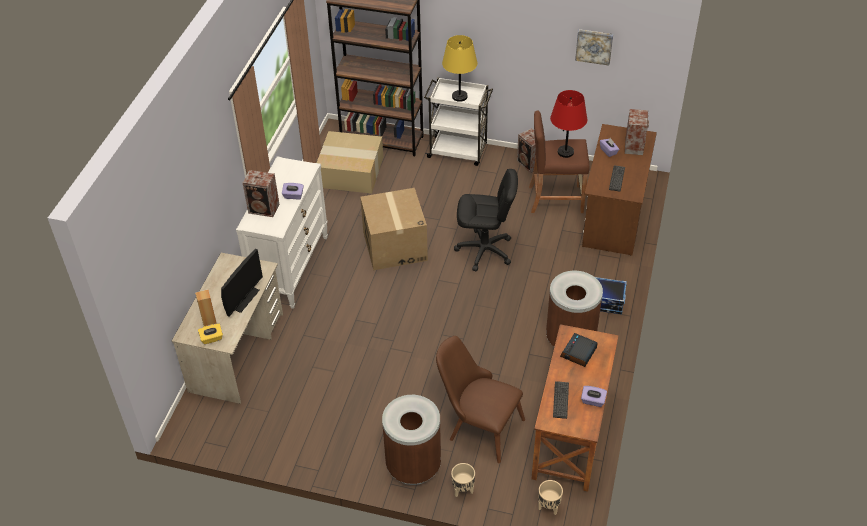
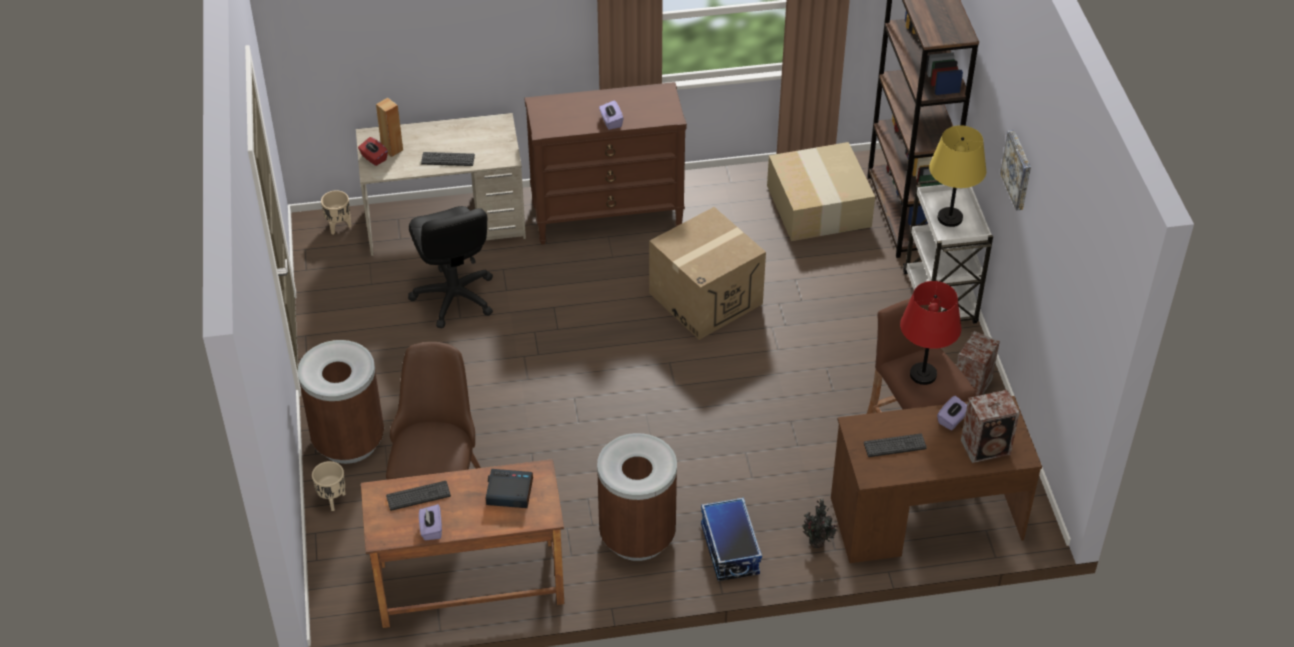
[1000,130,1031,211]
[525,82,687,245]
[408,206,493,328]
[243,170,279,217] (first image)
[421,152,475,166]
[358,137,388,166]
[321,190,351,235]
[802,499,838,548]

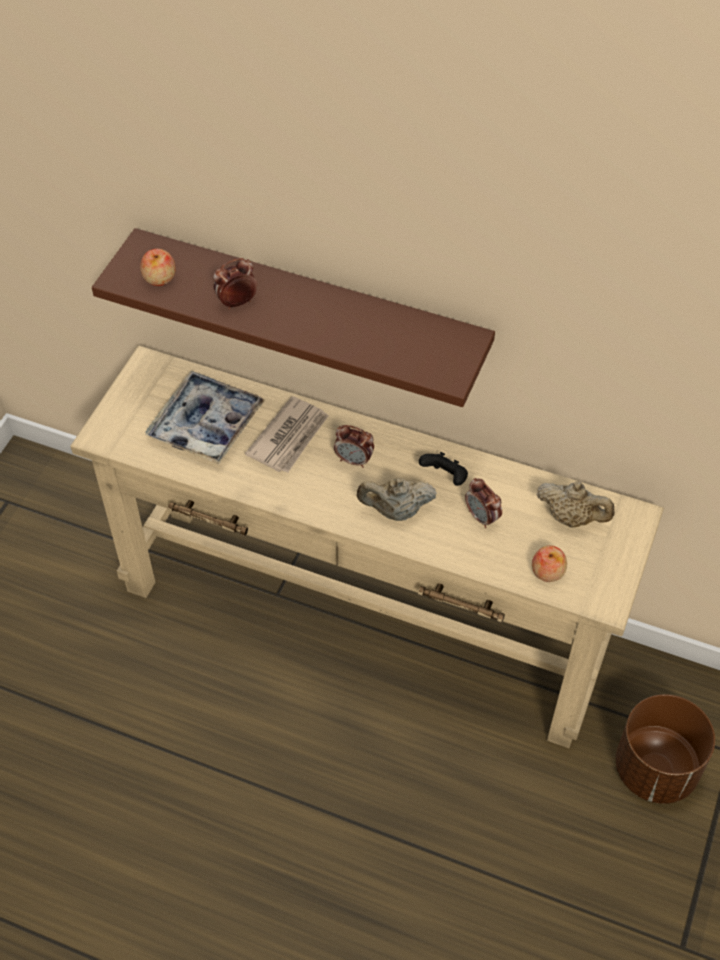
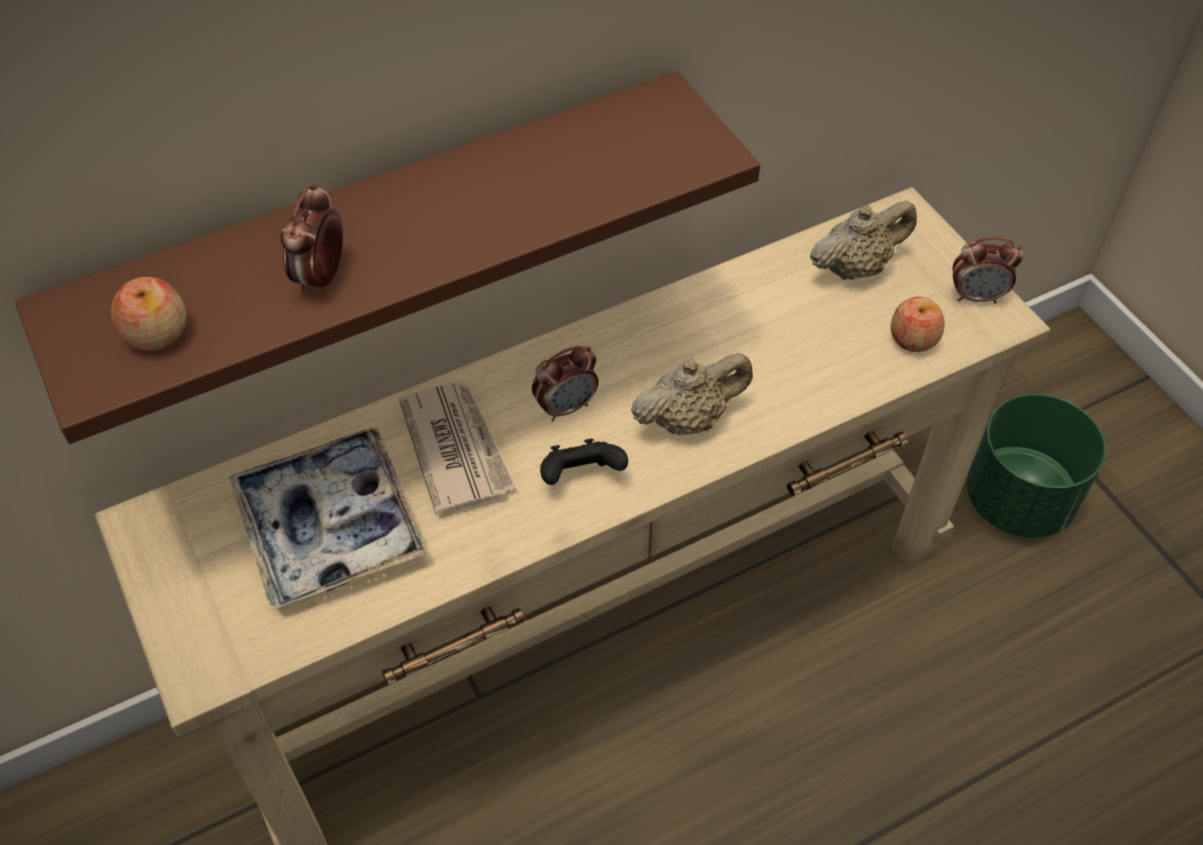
[540,439,628,485]
[631,353,753,435]
[953,237,1023,303]
[967,394,1106,538]

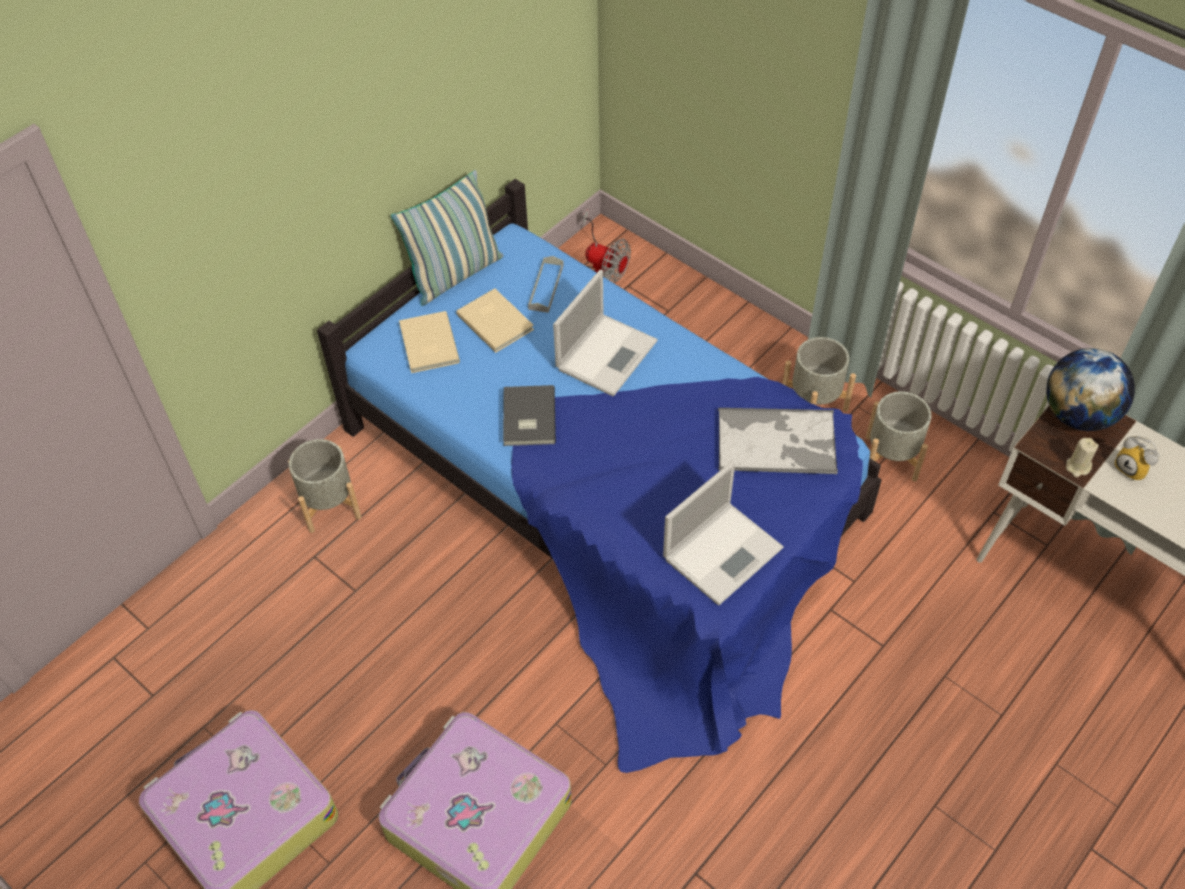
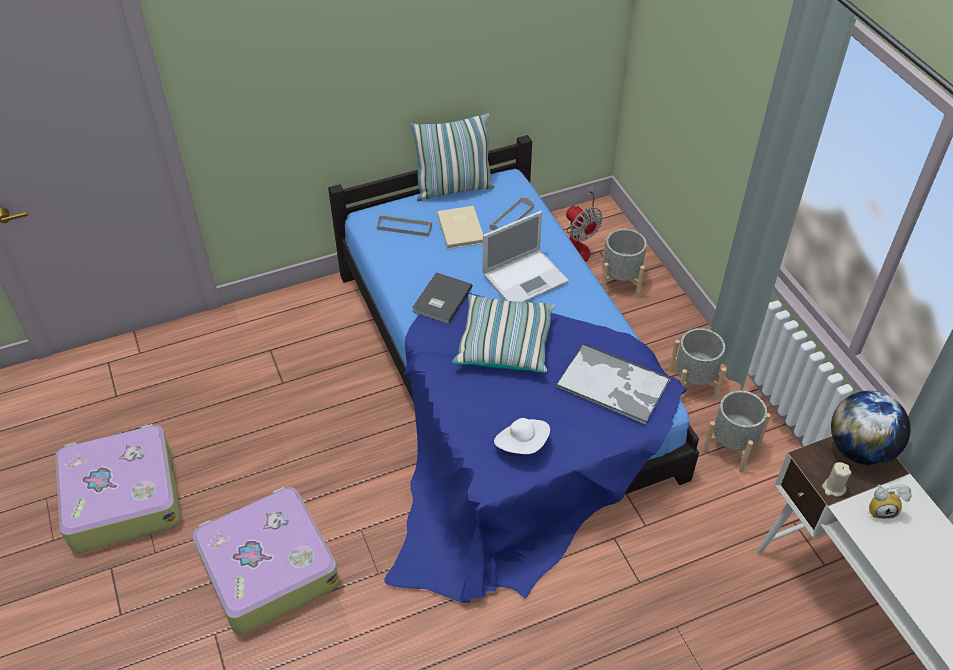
[377,215,432,237]
[869,485,912,519]
[601,229,647,298]
[494,418,550,454]
[452,294,555,373]

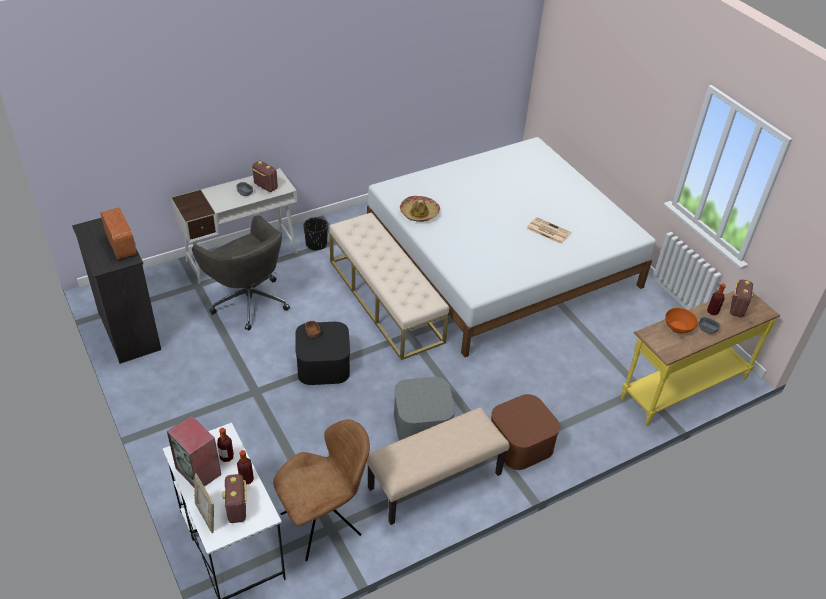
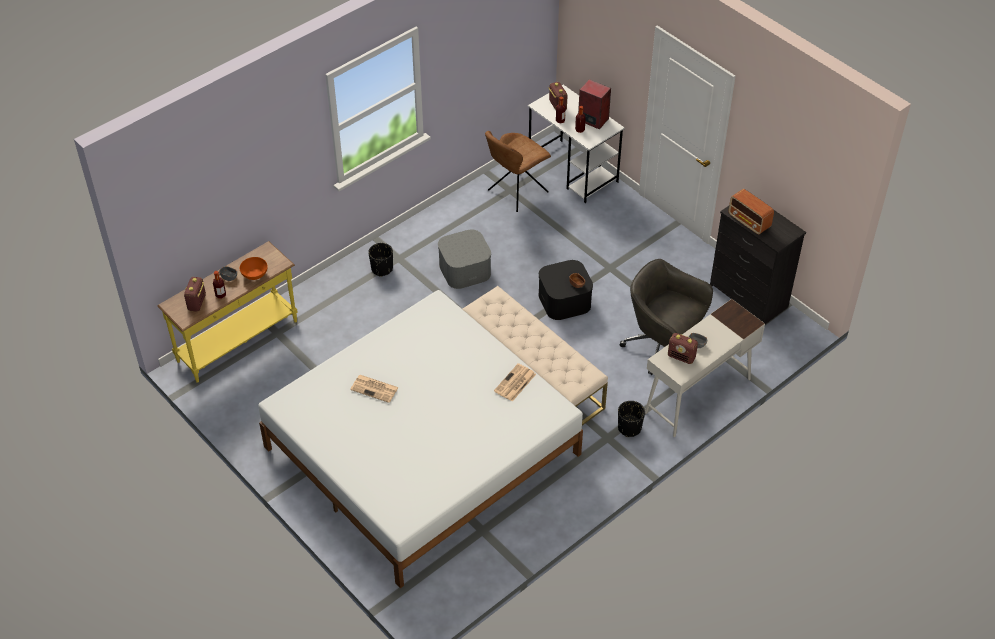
[494,363,536,402]
[368,243,393,277]
[366,407,509,525] (first image)
[194,473,214,533] (first image)

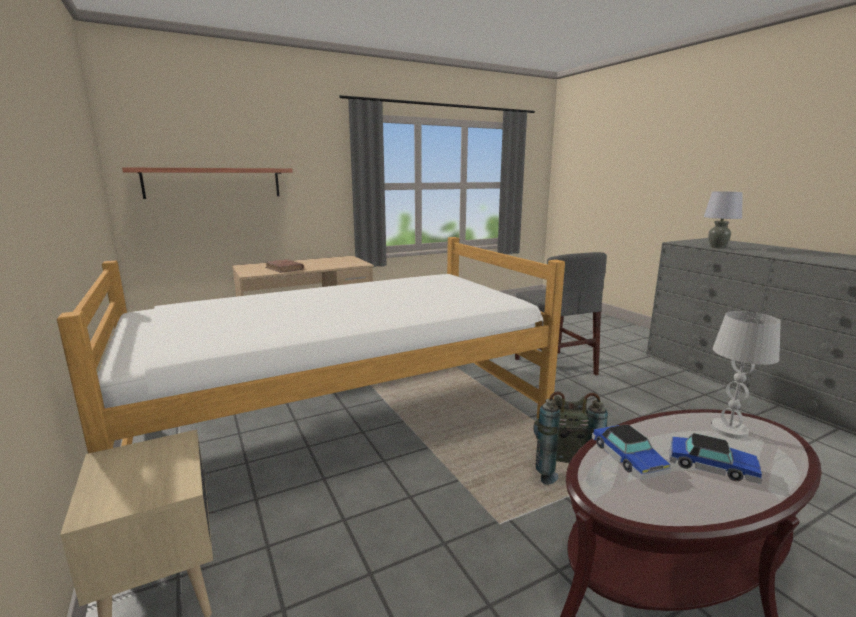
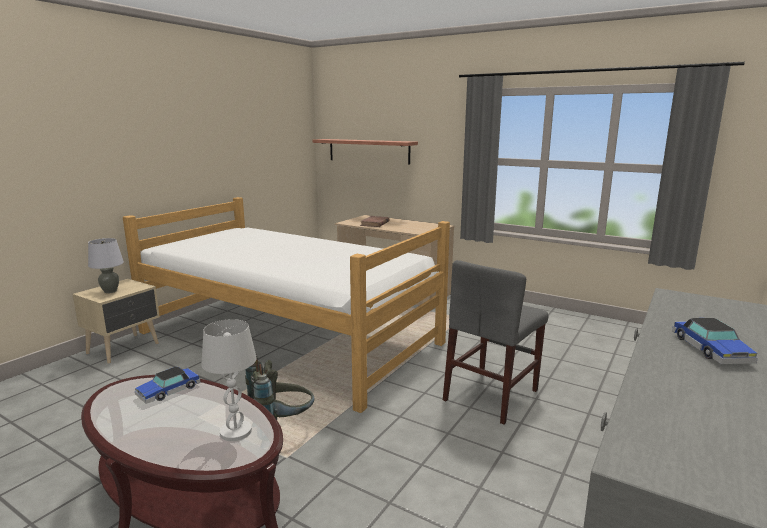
[88,238,124,293]
[672,318,758,364]

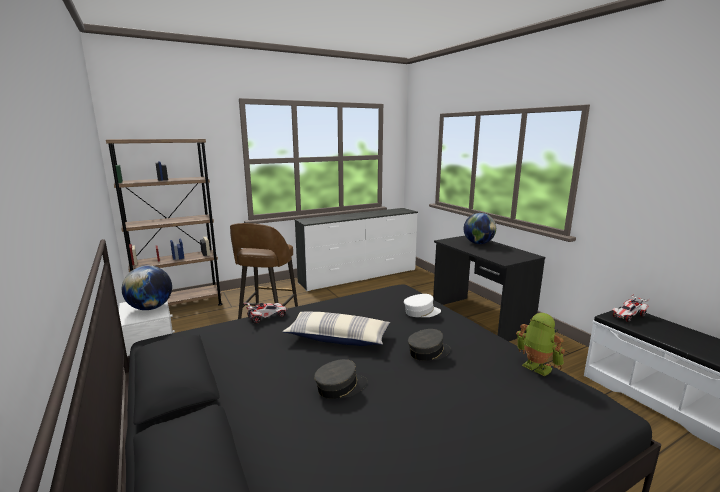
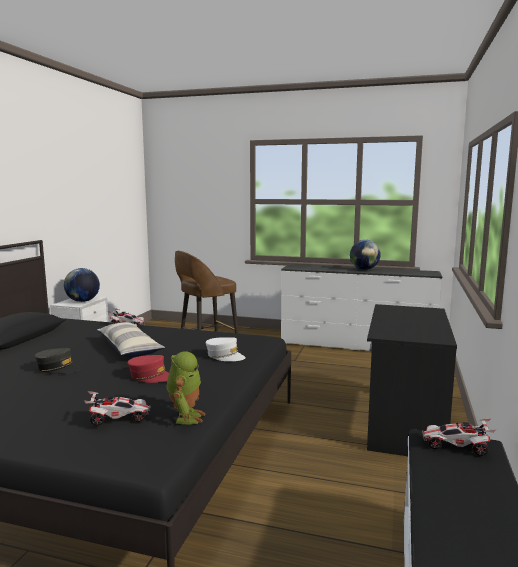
[106,139,222,306] (first image)
[350,240,381,270]
[128,355,169,383]
[84,391,151,426]

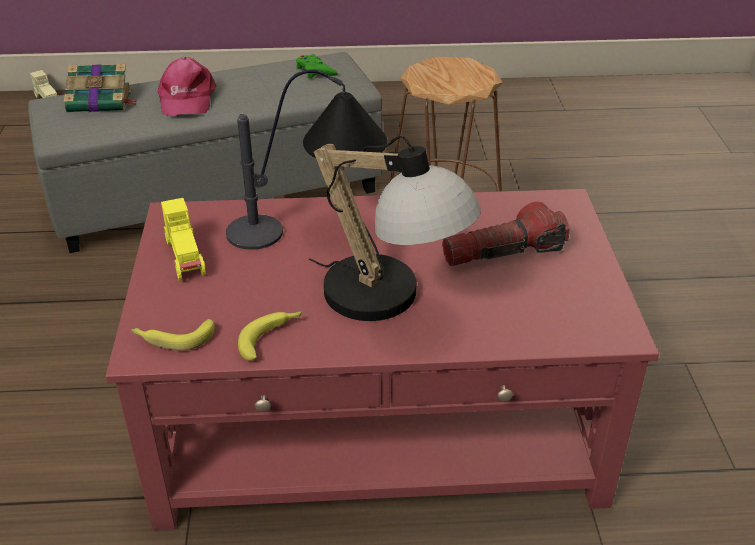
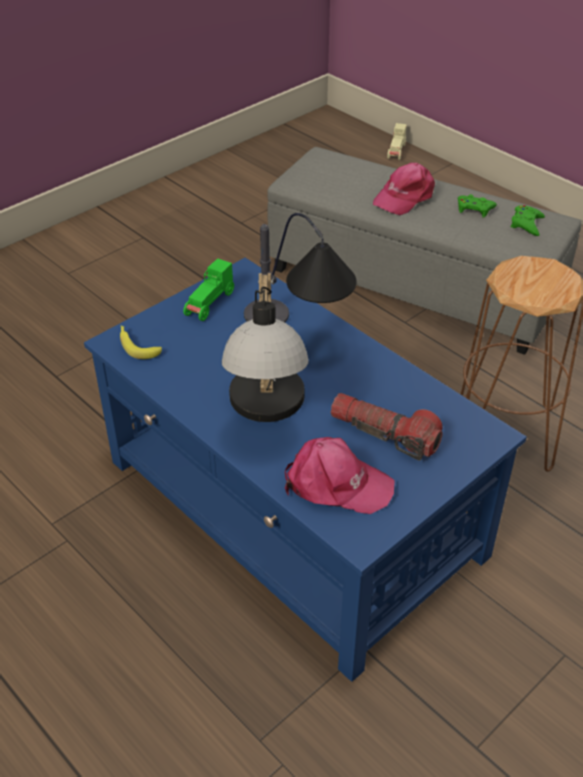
[64,64,136,112] (first image)
[84,258,527,682]
[183,258,234,321]
[238,311,302,361] (first image)
[458,194,497,218]
[285,437,395,514]

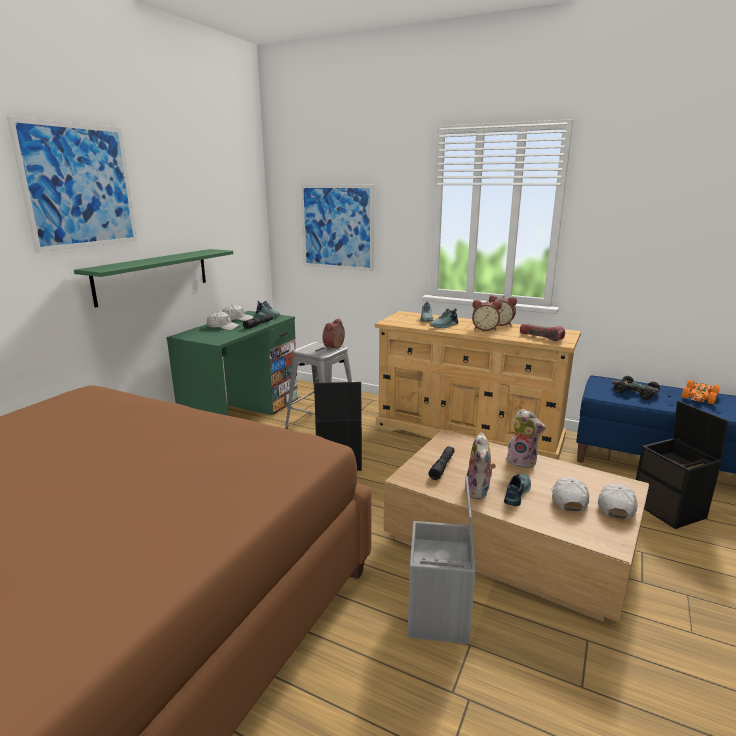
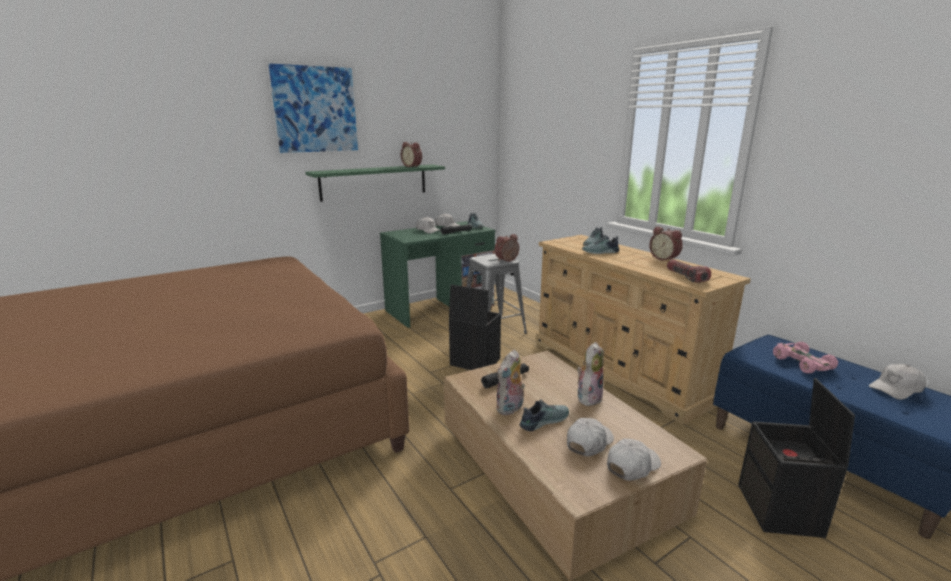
[300,185,374,271] (first image)
[401,142,422,167]
[773,342,838,374]
[869,364,927,400]
[577,342,604,406]
[407,476,476,644] (first image)

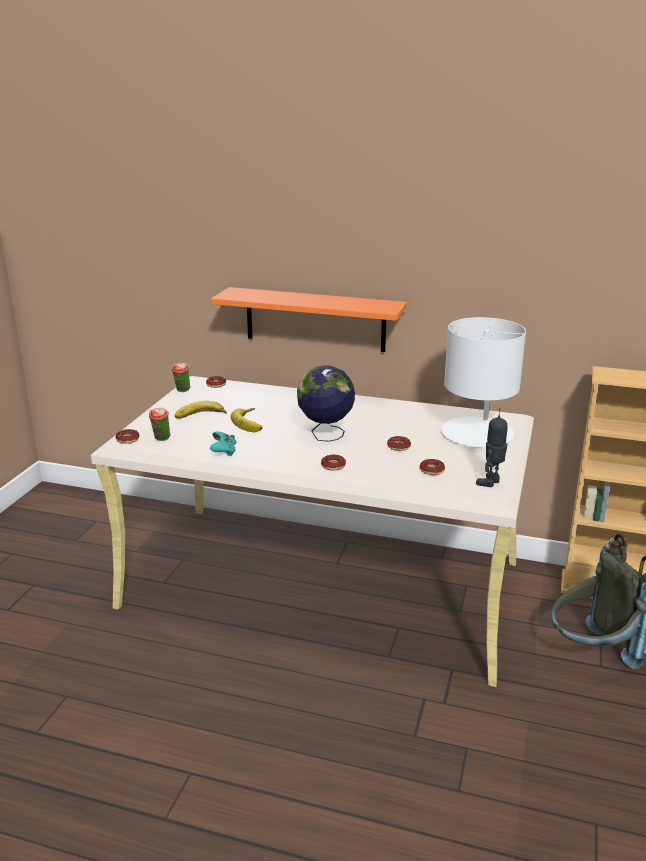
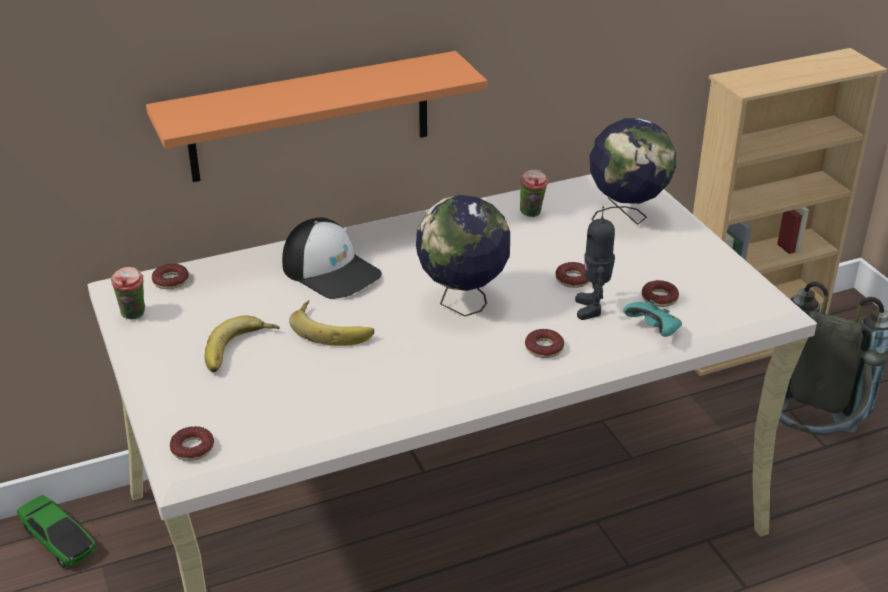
[589,118,676,224]
[520,170,548,217]
[575,206,615,320]
[623,300,682,337]
[282,217,382,299]
[17,495,96,568]

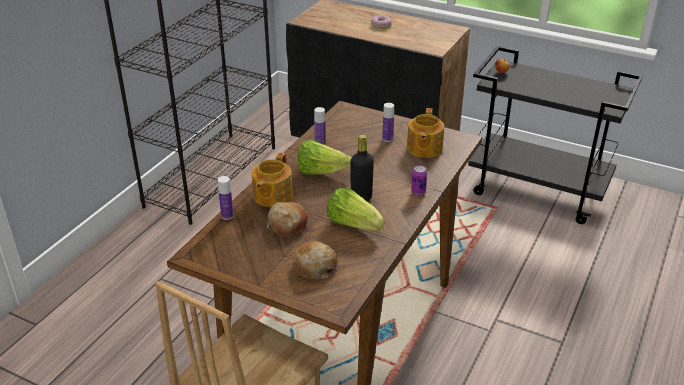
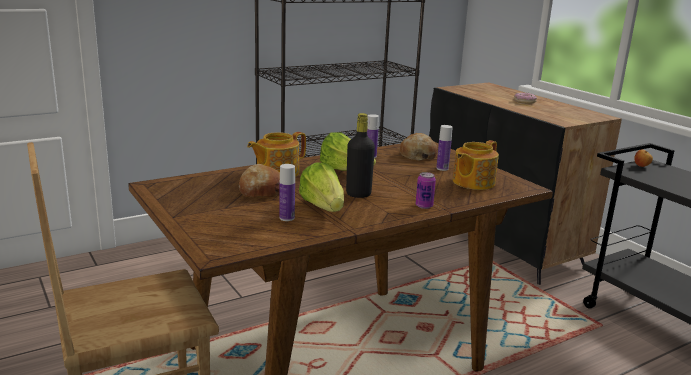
[279,164,295,221]
[400,133,437,161]

